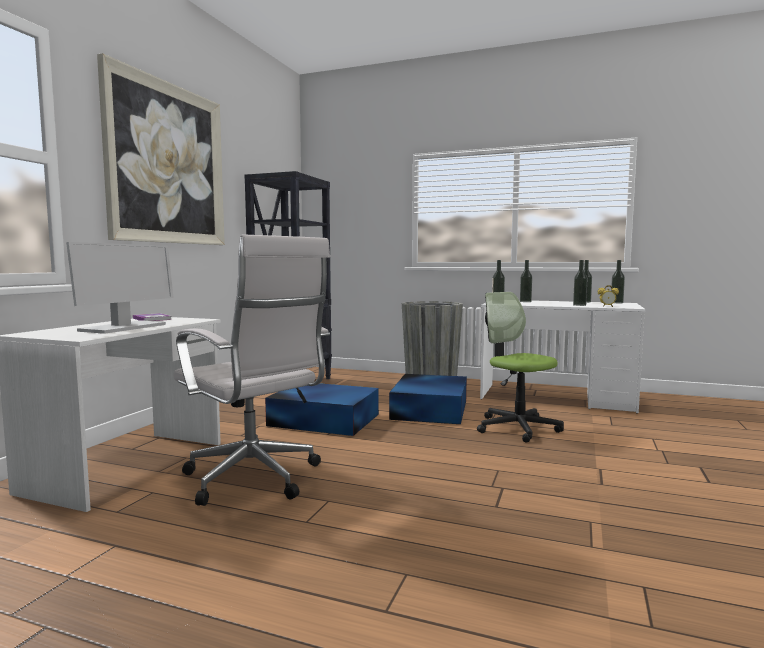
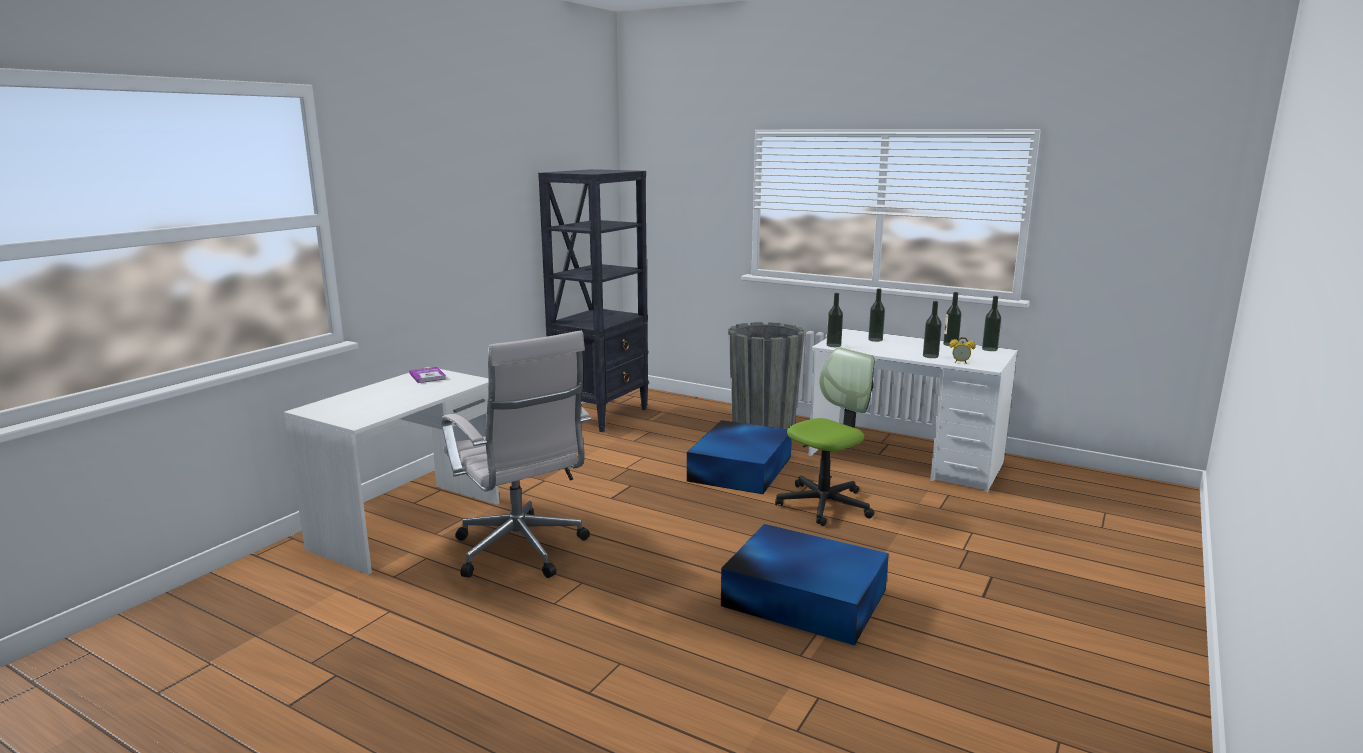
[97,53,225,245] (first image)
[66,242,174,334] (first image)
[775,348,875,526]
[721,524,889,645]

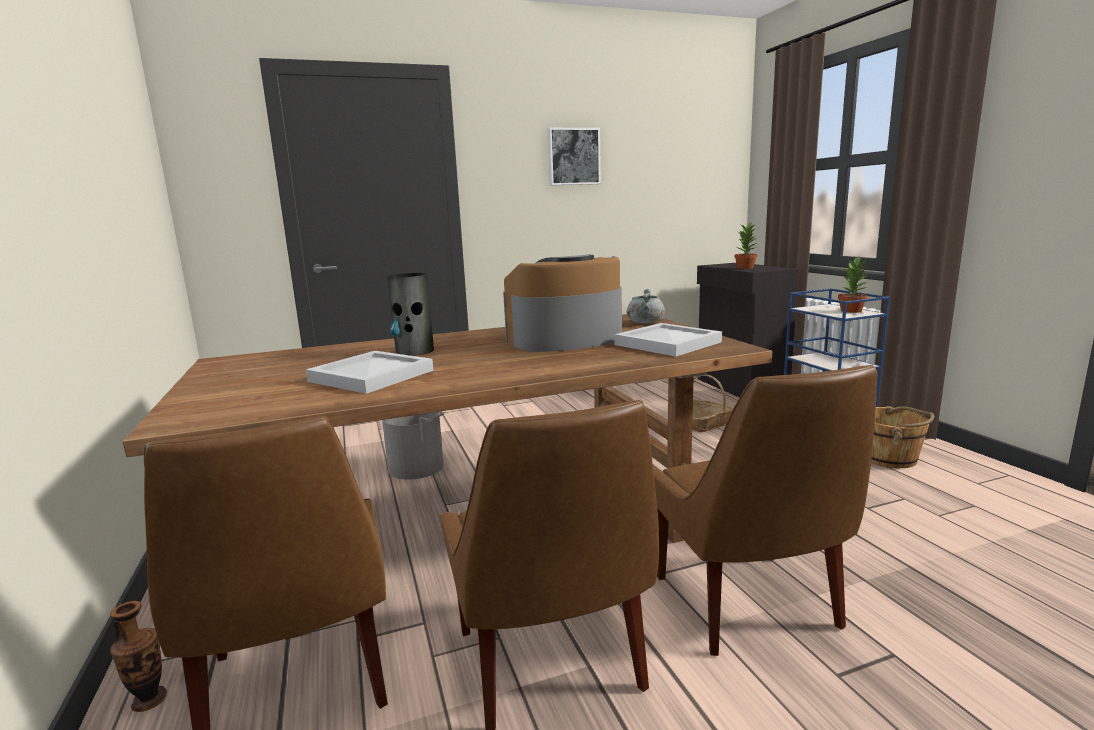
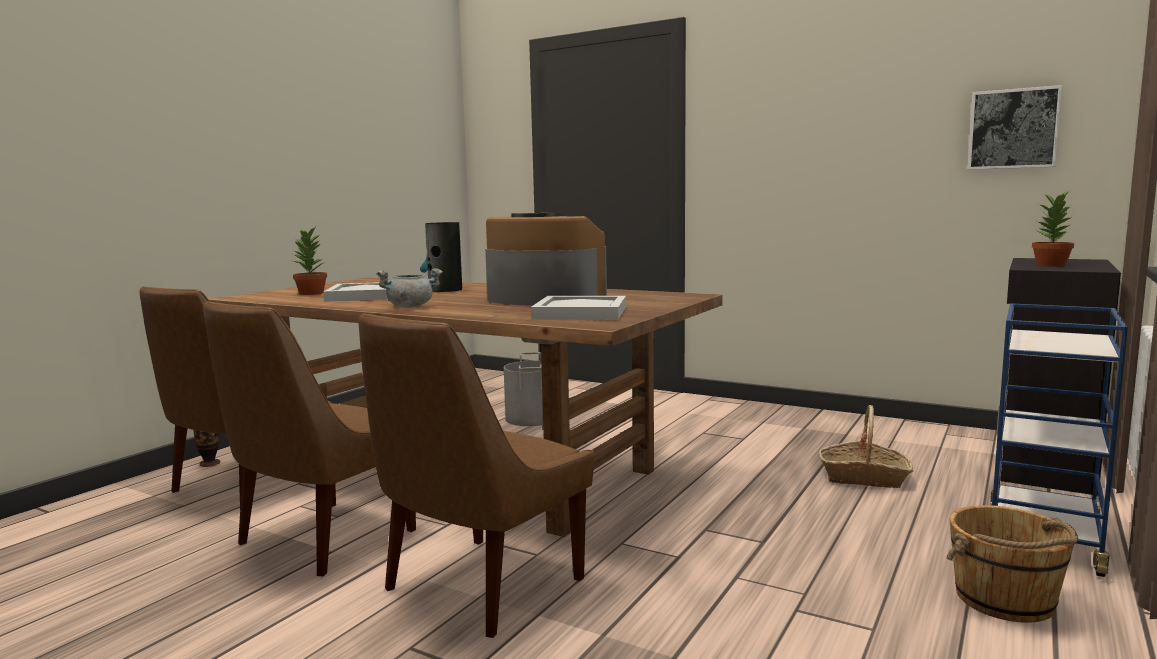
[968,85,1062,170]
[290,227,327,295]
[376,268,443,307]

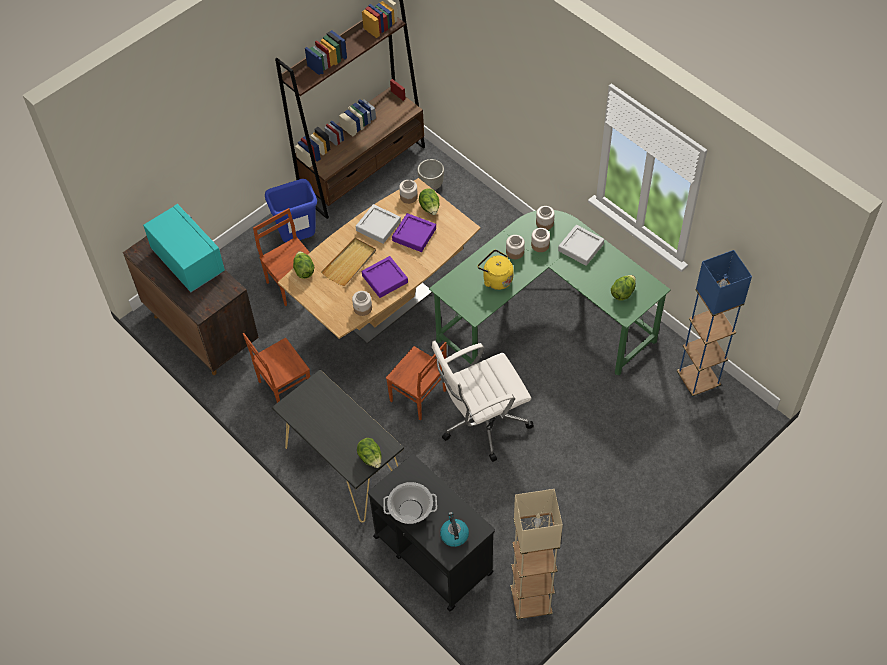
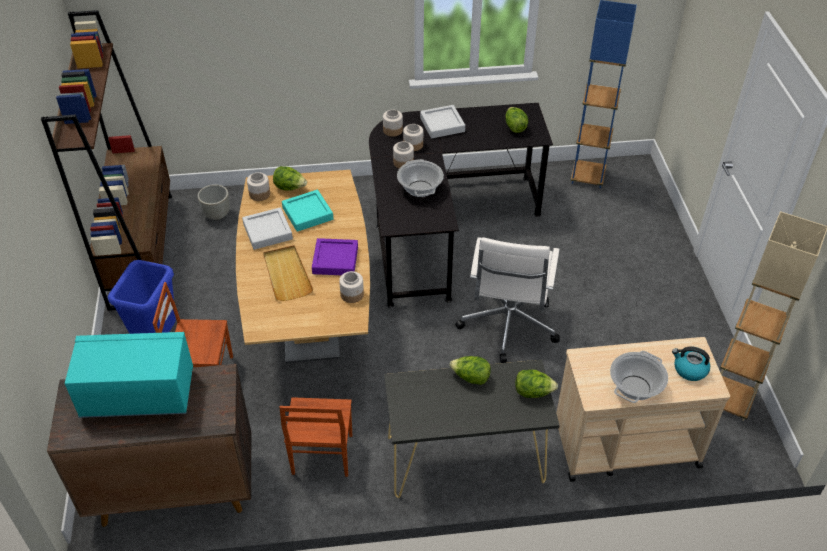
[369,103,553,308]
[282,190,333,232]
[397,159,444,197]
[450,356,491,385]
[386,341,447,421] (first image)
[556,337,730,482]

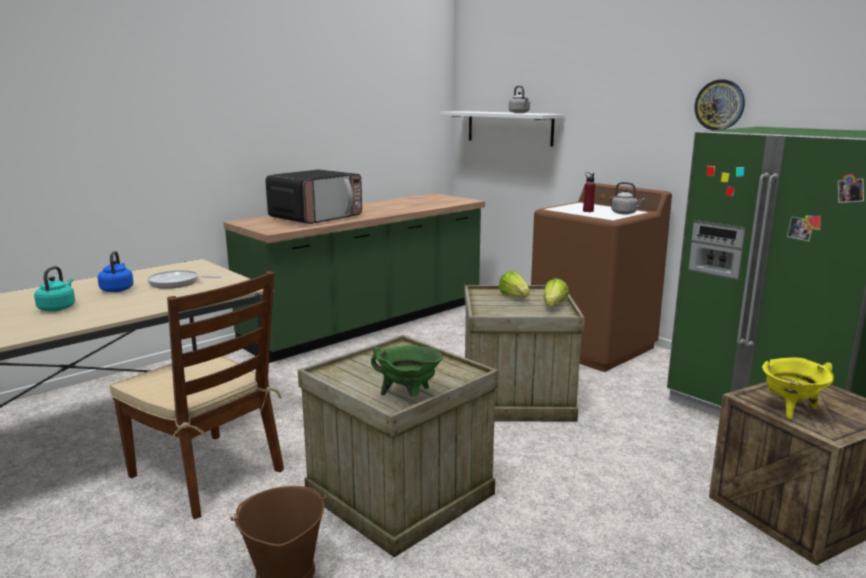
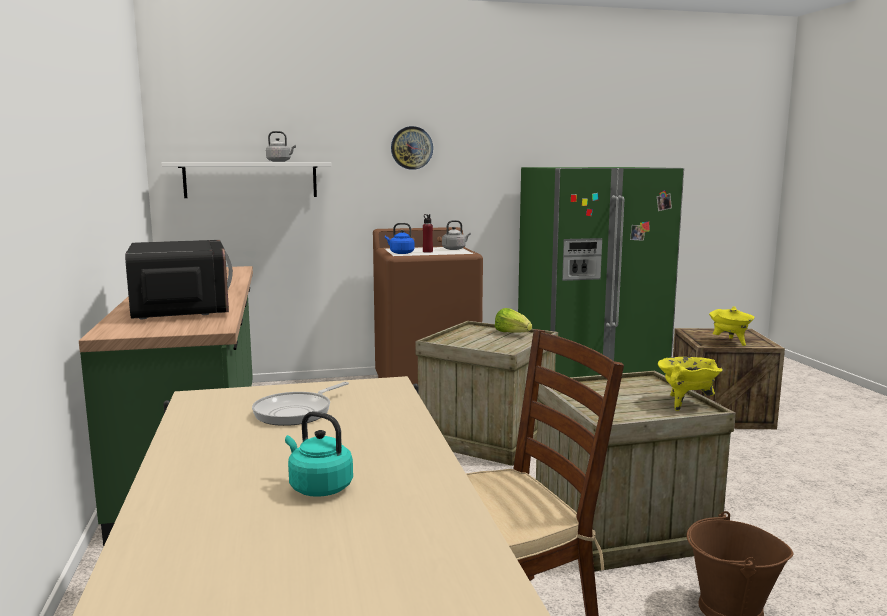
[391,126,433,170]
[385,223,414,254]
[499,271,530,298] (first image)
[658,357,723,411]

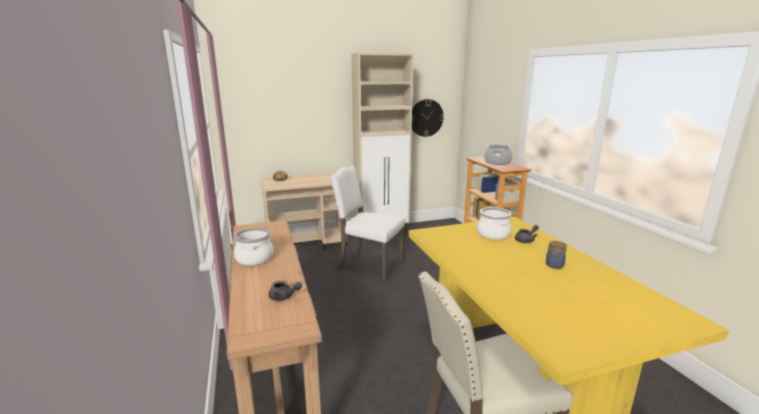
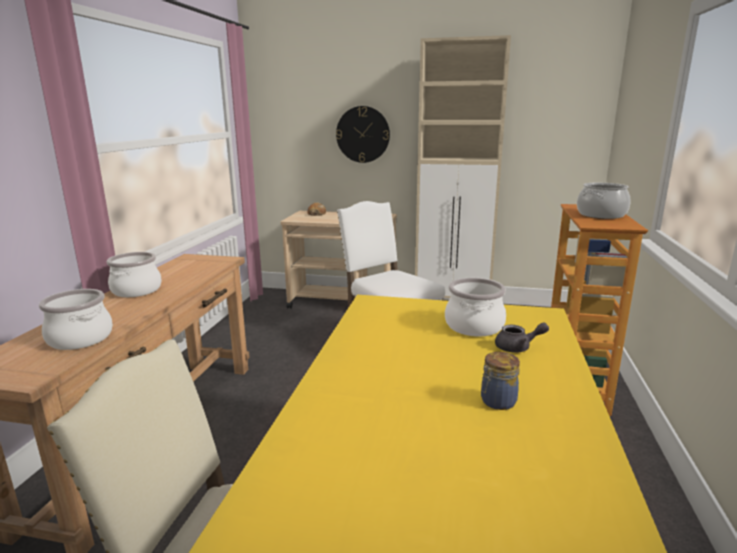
[336,106,390,163]
[39,289,113,350]

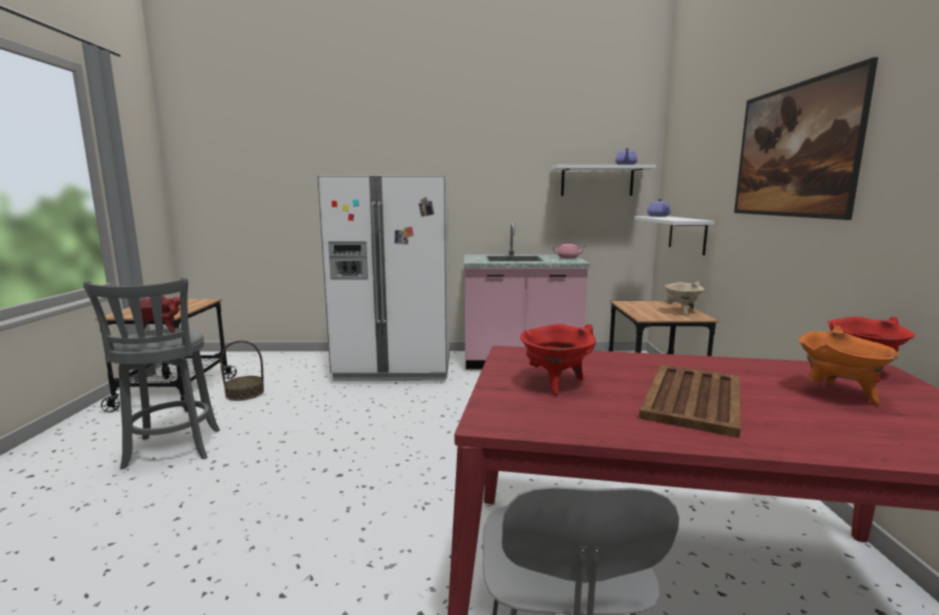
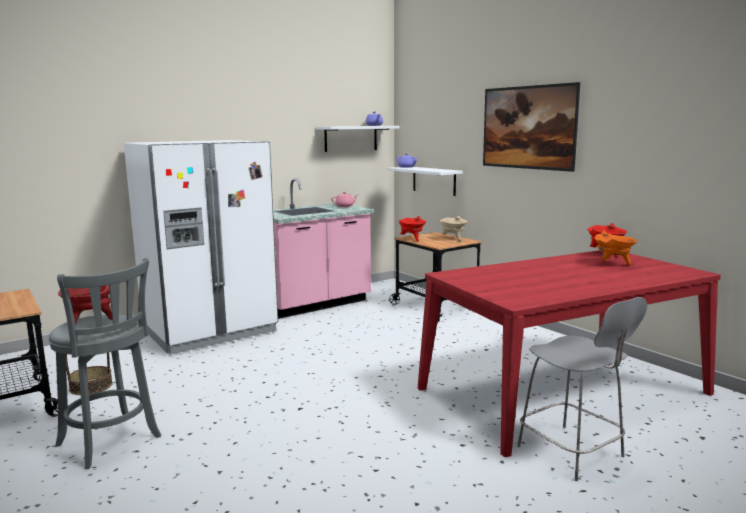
[399,216,426,242]
[639,365,741,438] (first image)

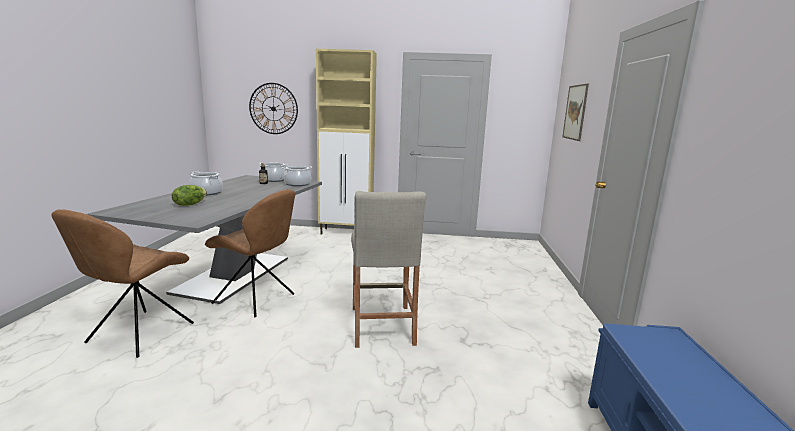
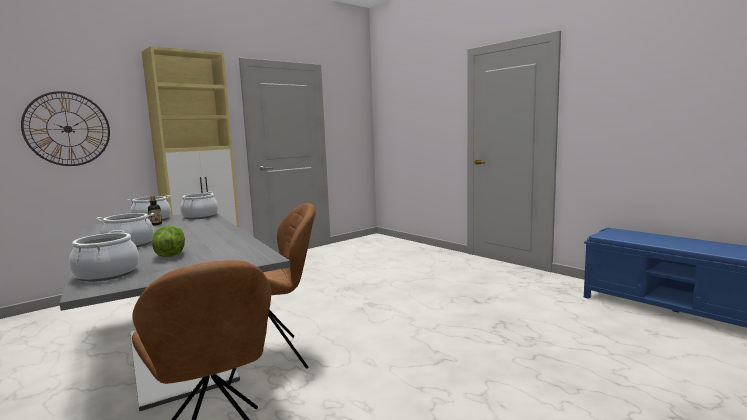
[562,84,589,141] (first image)
[351,191,426,348] (first image)
[69,230,139,282]

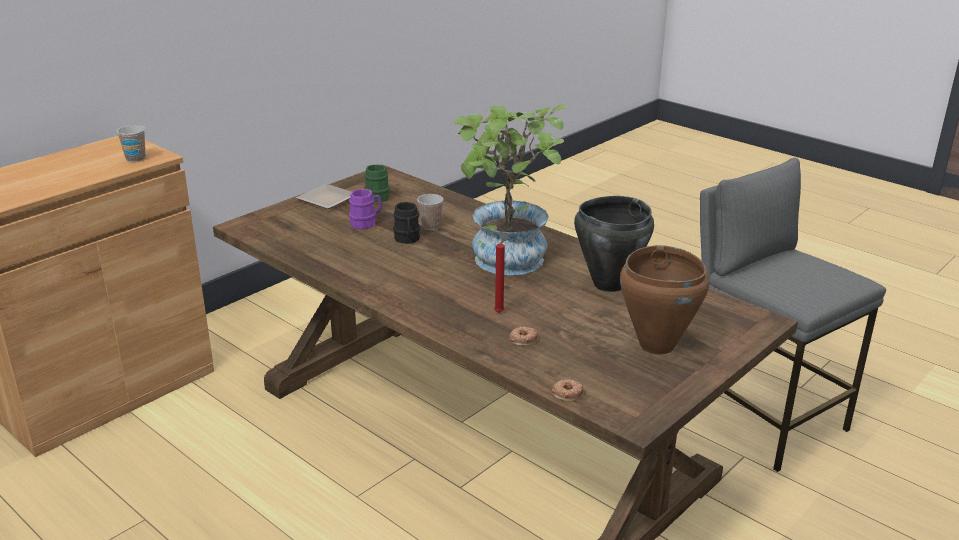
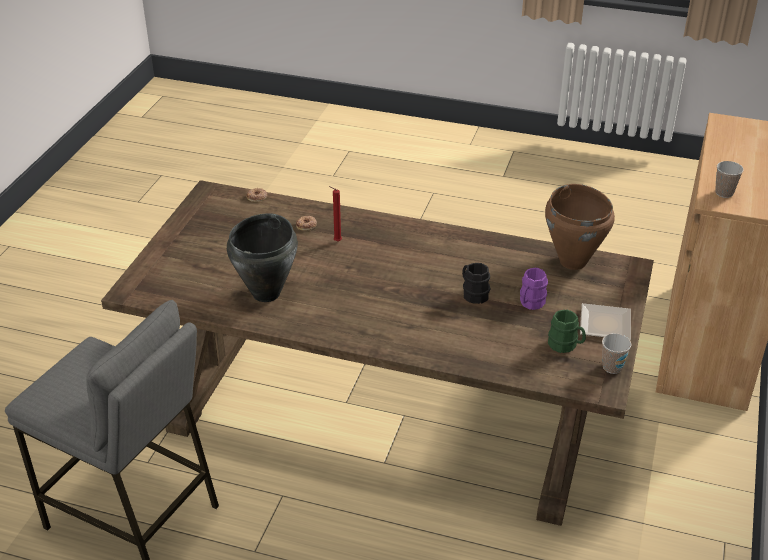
[454,104,566,275] (first image)
[602,333,631,374]
[545,184,615,270]

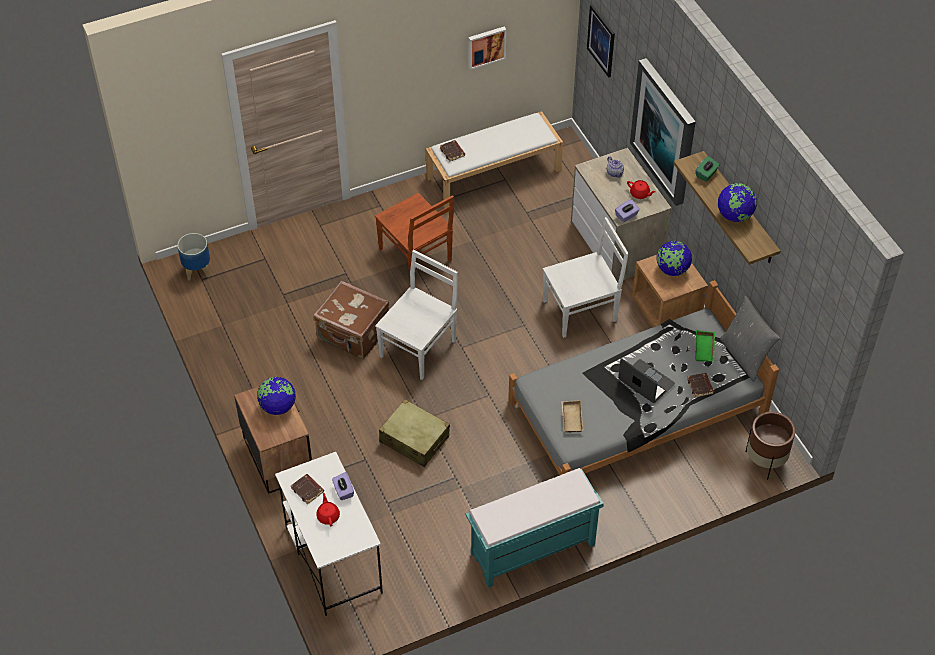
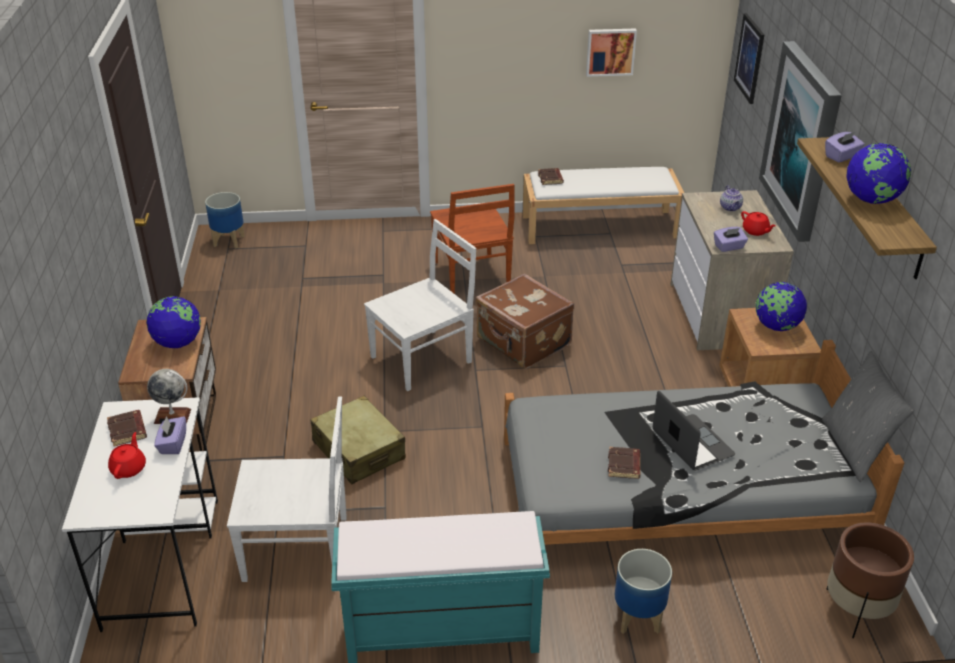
[825,132,865,163]
[227,396,347,582]
[475,274,574,369]
[695,330,715,362] (first image)
[608,447,640,479]
[561,400,584,433] (first image)
[147,369,191,424]
[615,549,672,634]

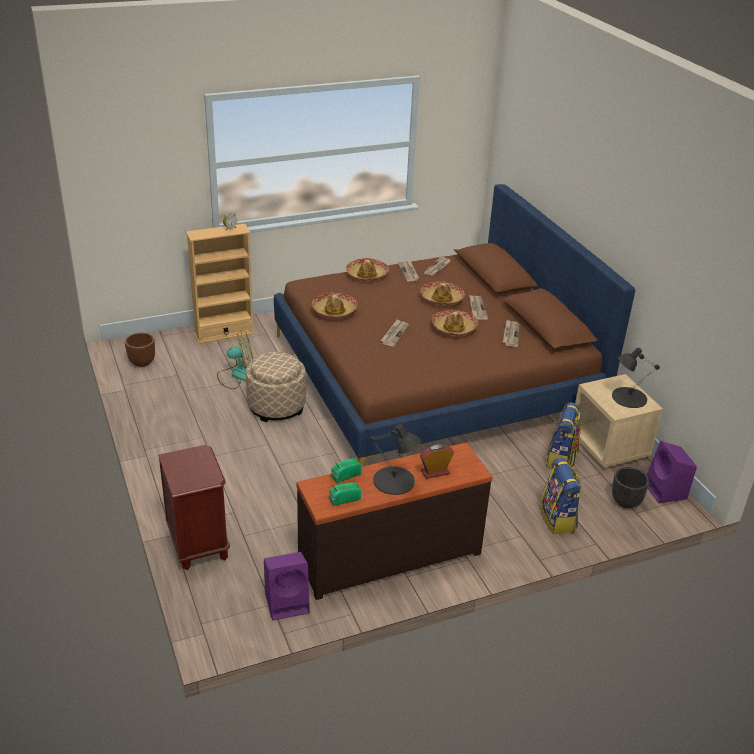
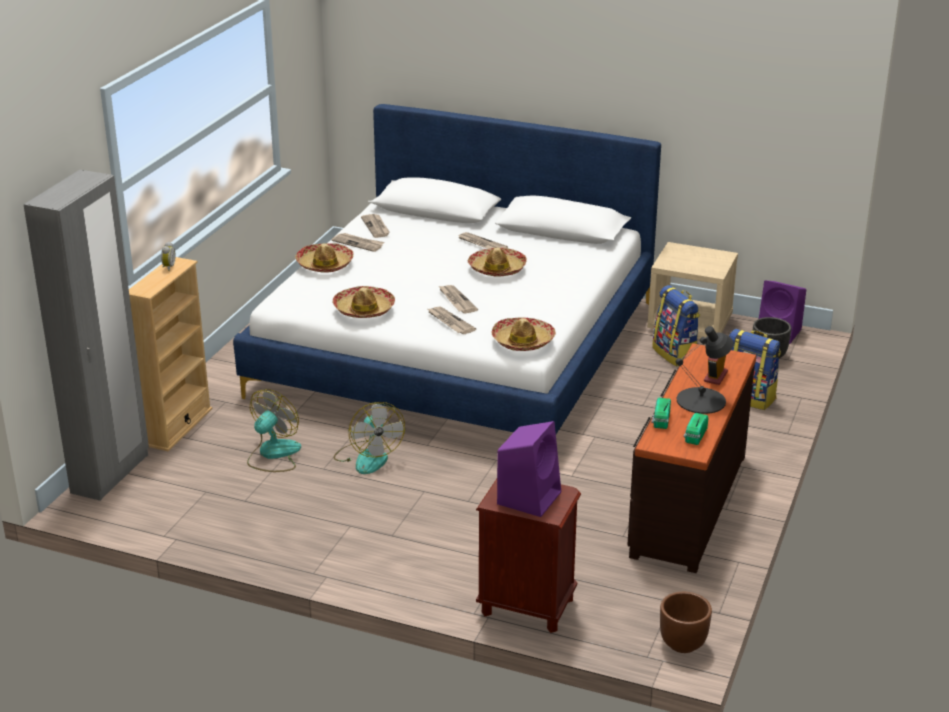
[233,104,661,434]
[491,317,556,351]
[428,306,476,334]
[660,592,712,653]
[612,348,660,408] (first image)
[333,402,405,474]
[497,421,561,517]
[23,170,149,501]

